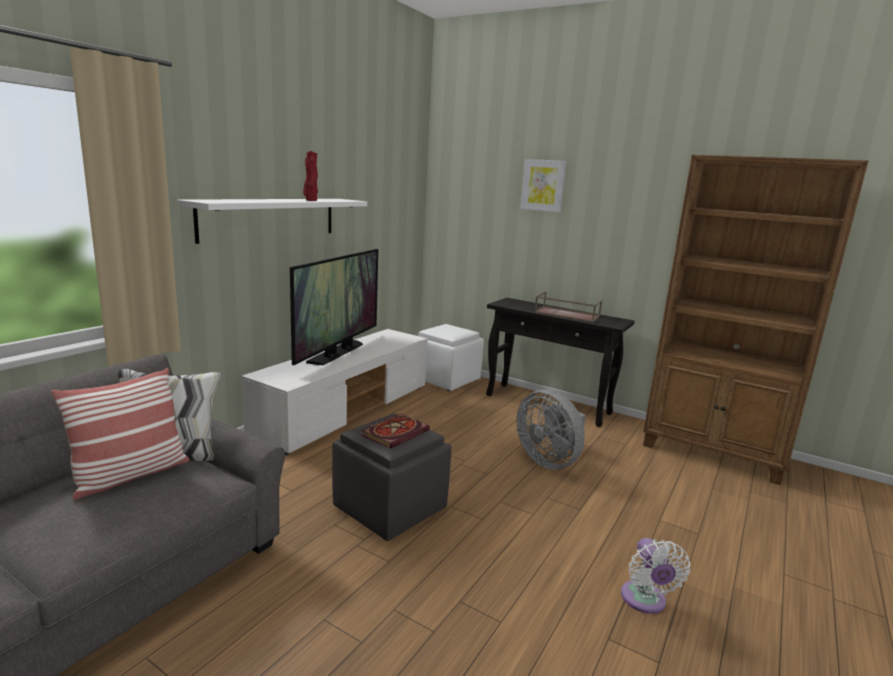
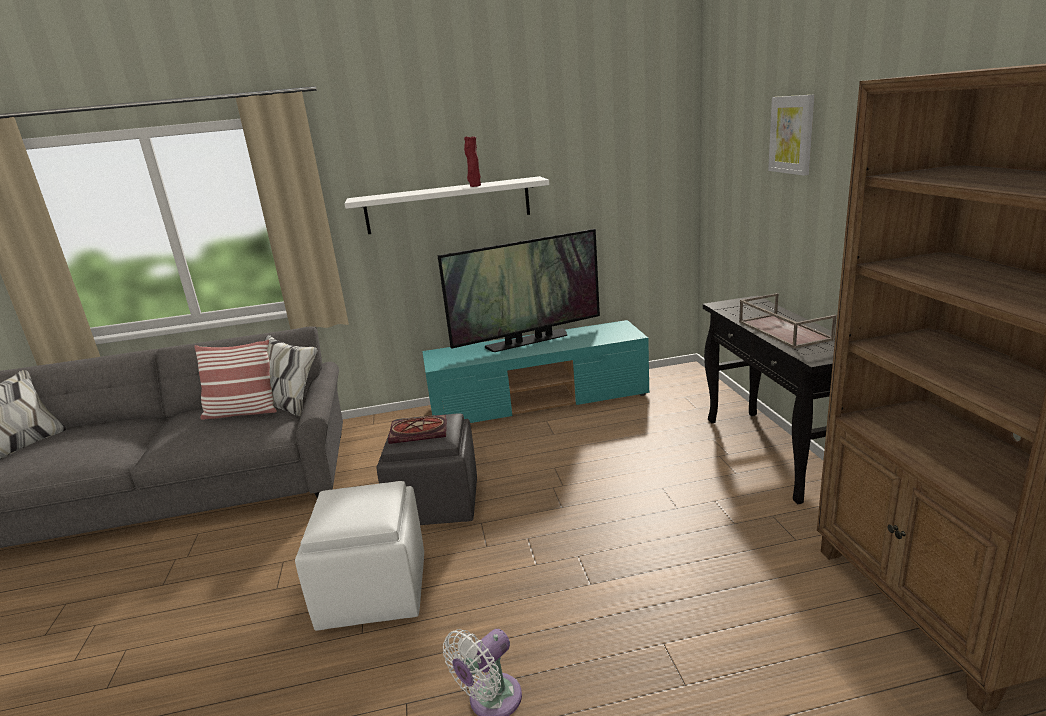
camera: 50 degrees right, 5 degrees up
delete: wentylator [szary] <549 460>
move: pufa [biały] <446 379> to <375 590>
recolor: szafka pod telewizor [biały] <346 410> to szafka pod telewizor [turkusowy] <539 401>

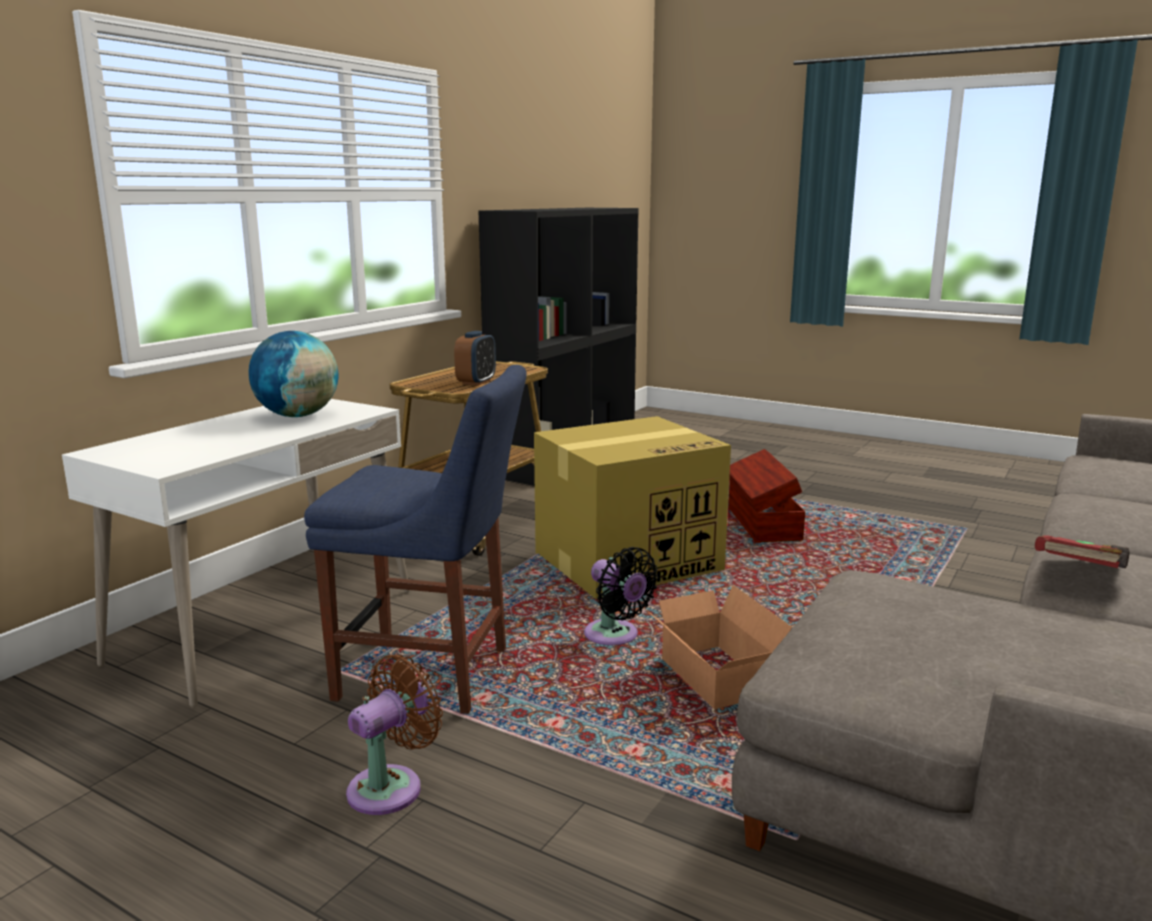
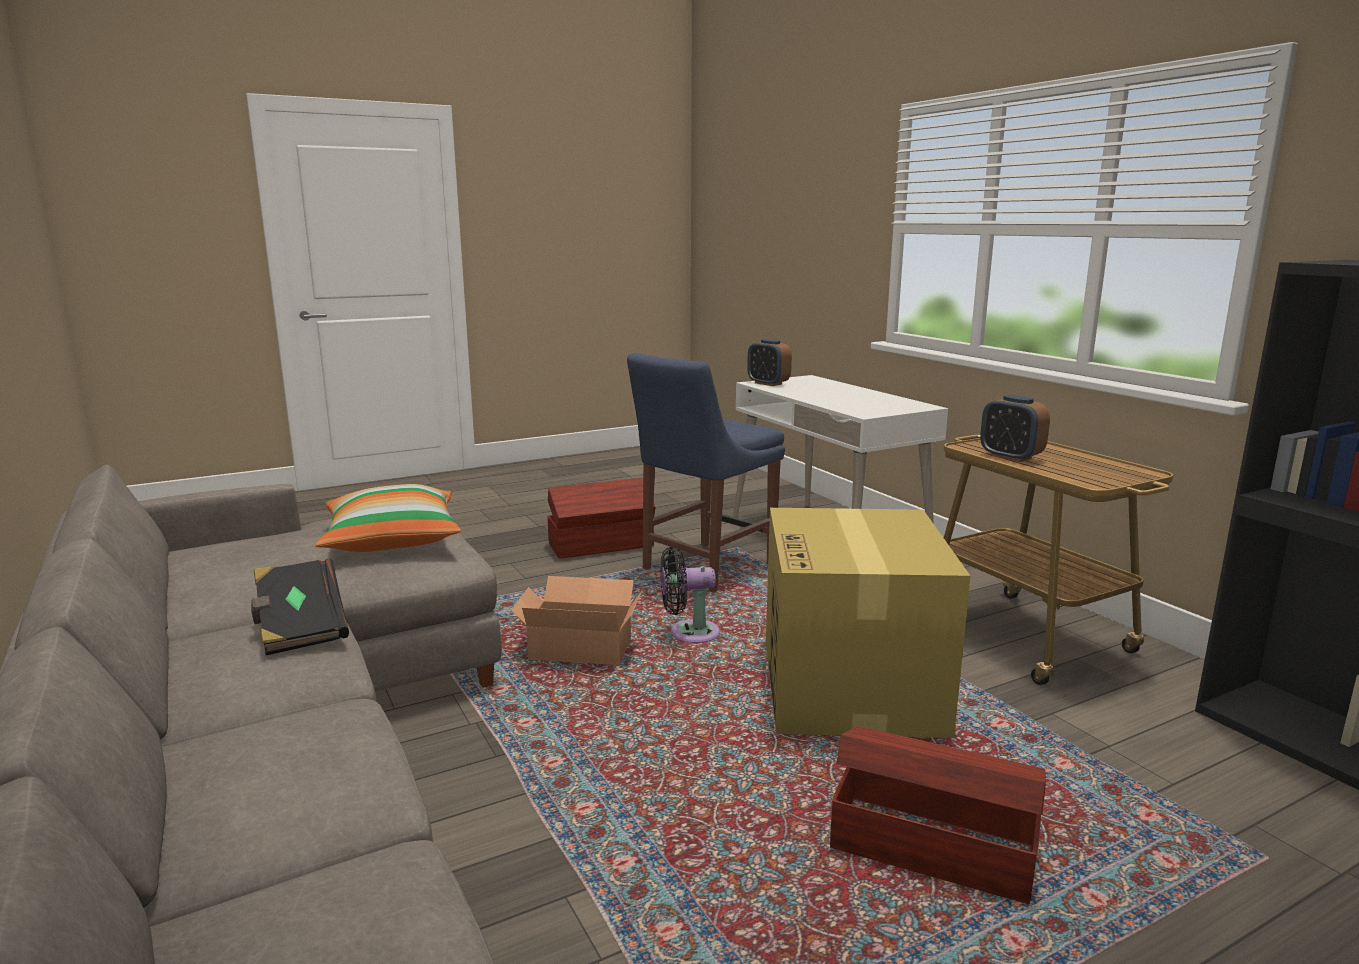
camera: 120 degrees right, 0 degrees up
delete: globus <297 416>
insert: poduszka <391 539>; budzik <768 383>
replace: wentylator [brązowy] <391 786> to pojemnik do przechowywania [brązowy] <602 545>
recolor: książka [czerwony] <1079 573> to książka [czarny] <300 627>

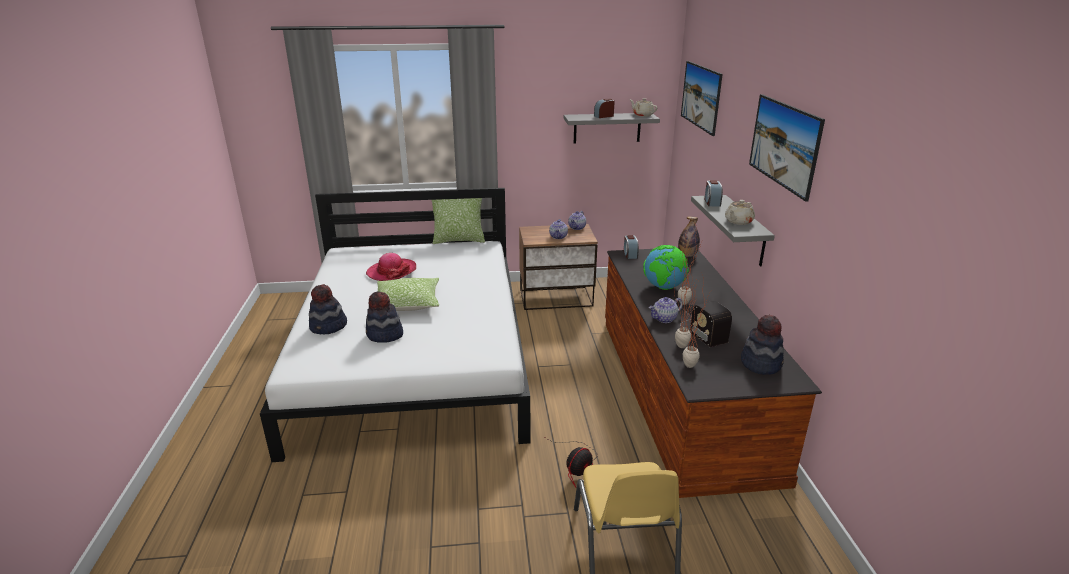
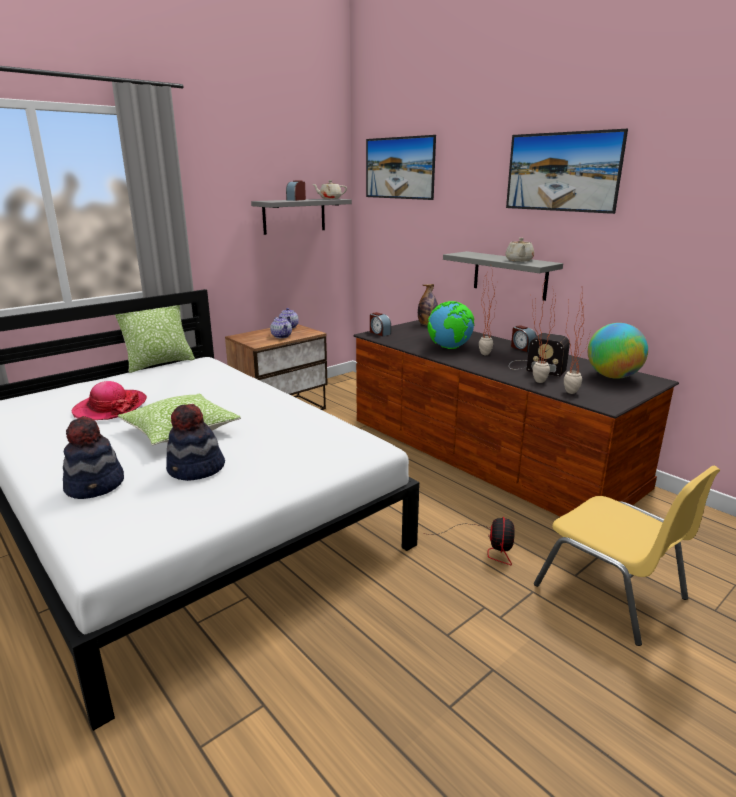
camera: 35 degrees left, 5 degrees down
delete: imbryk <664 319>
move: budzik <712 202> to <522 348>
replace: kapelusz <761 364> to globus <612 376>

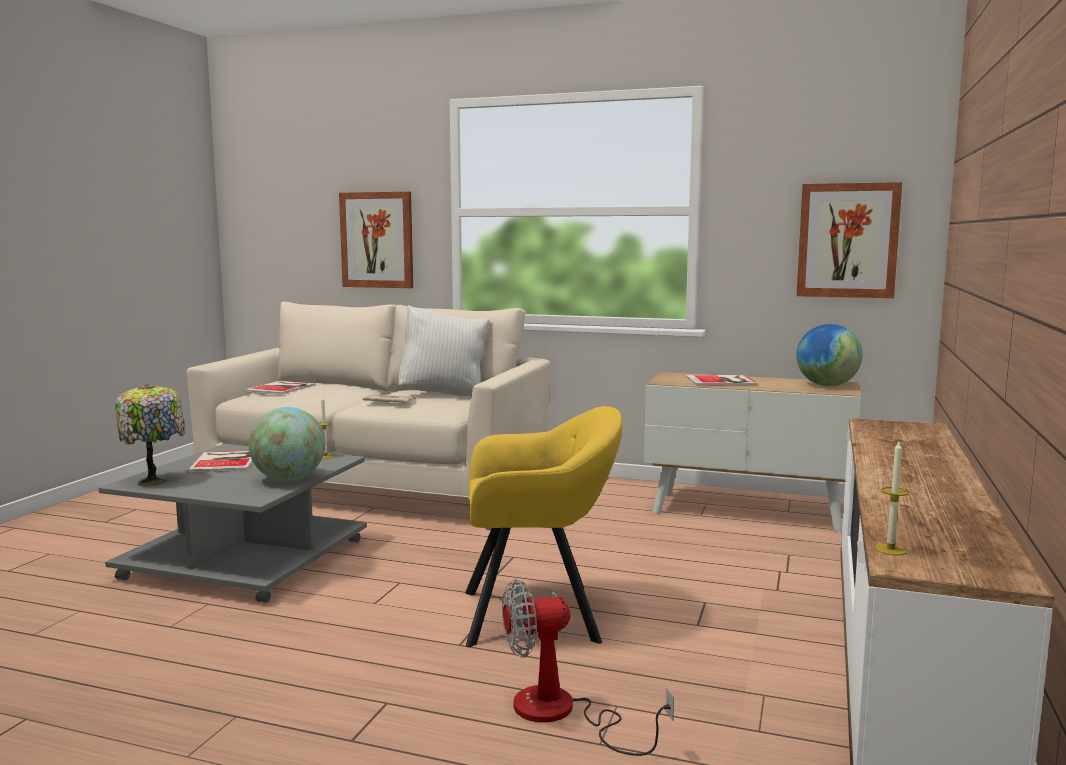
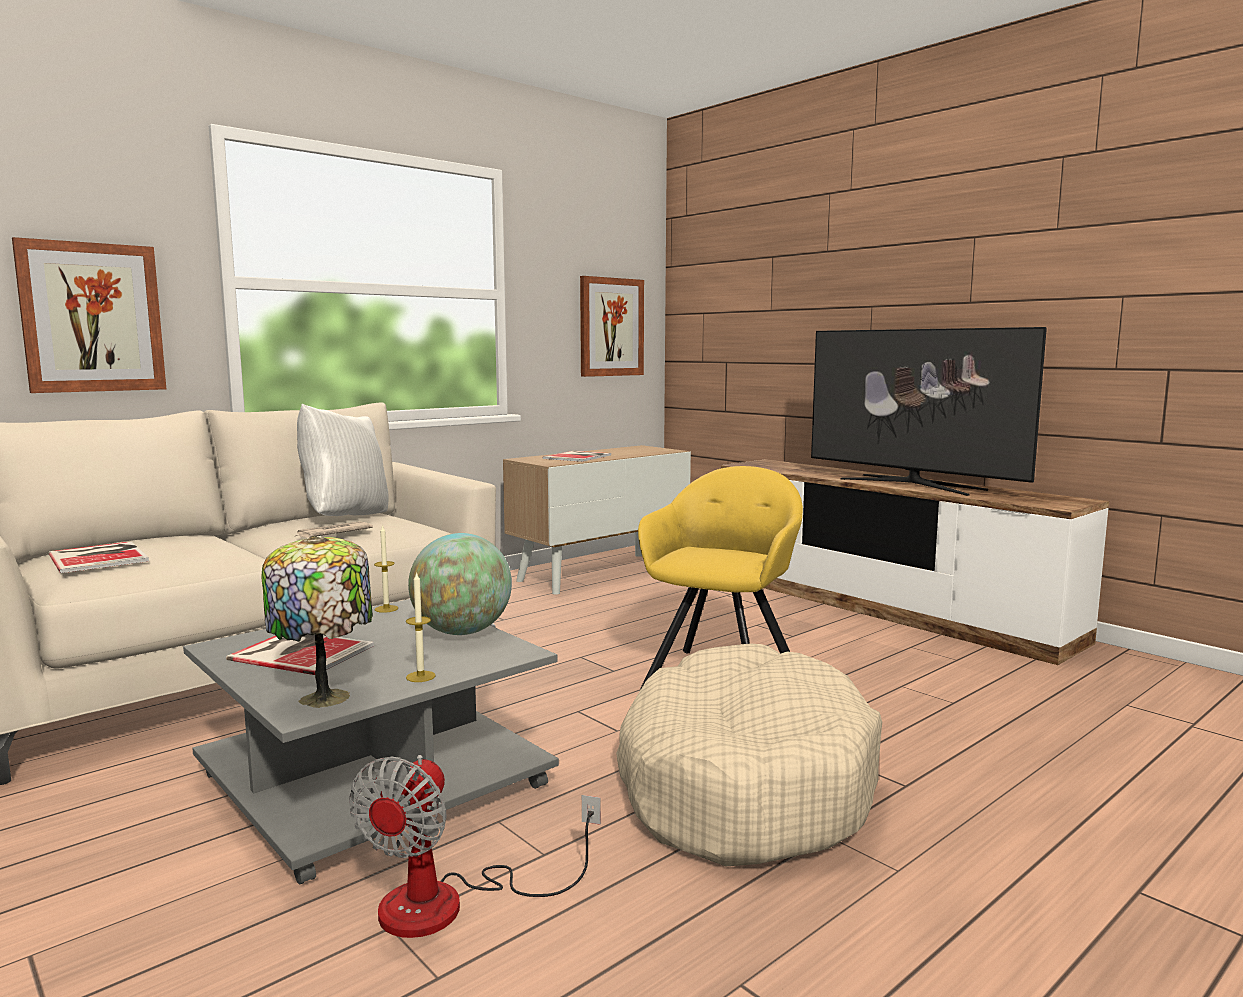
camera: 60 degrees left, 0 degrees up
delete: globus <827 385>
insert: legowisko [beżowy] <743 783>; telewizor <911 484>
move: wentylator <562 714> to <451 903>; świeca <890 549> to <420 676>

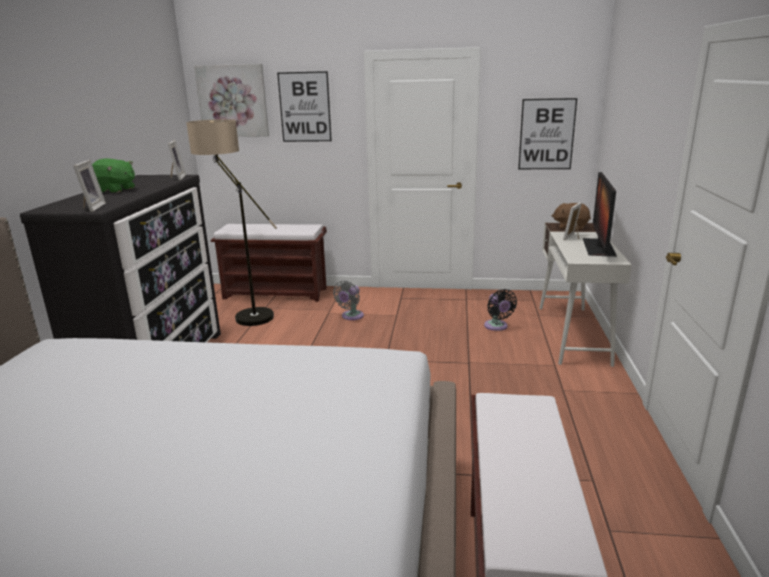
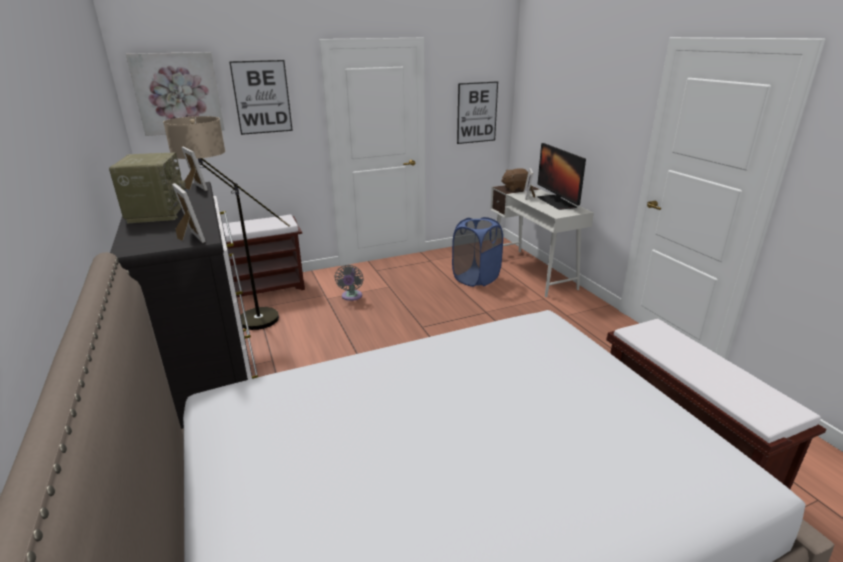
camera: 30 degrees left, 5 degrees up
replace: pluszak [zielony] <115 190> to radio <157 212>; wentylator [czarny] <497 327> to kosz na pranie [niebieski] <476 278>

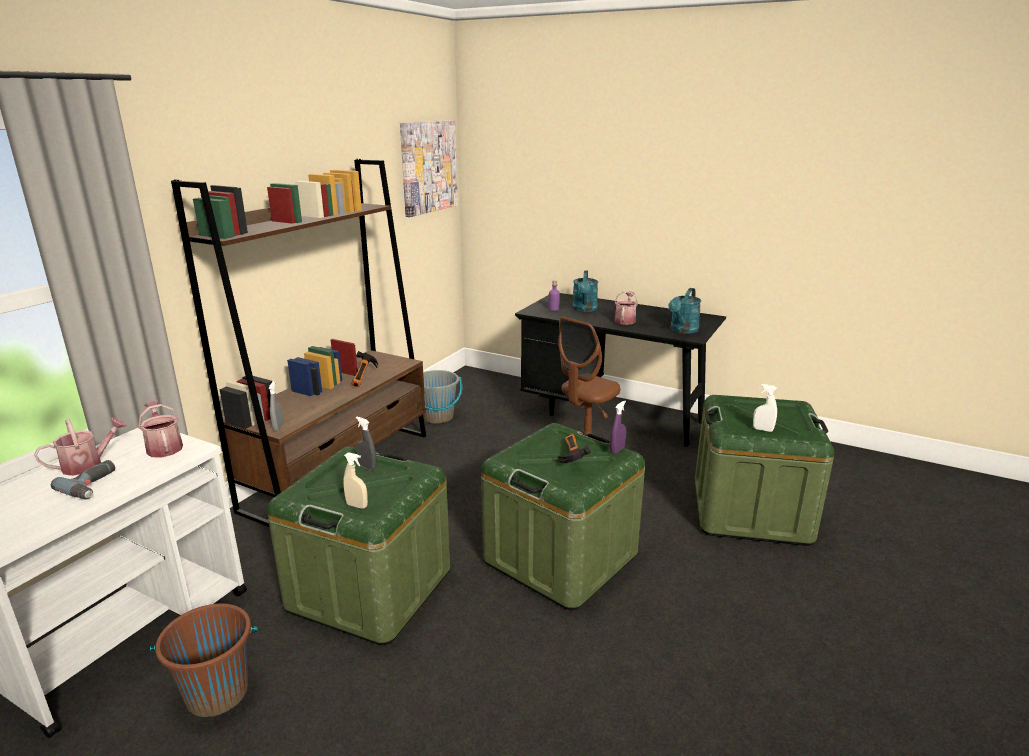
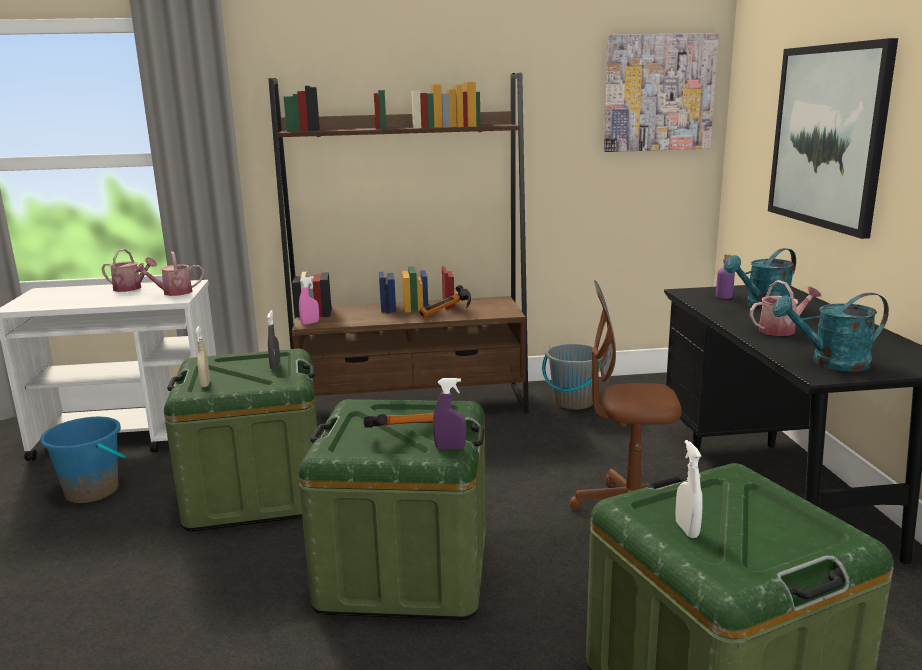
camera: 55 degrees right, 5 degrees down
delete: wiertarka <94 485>
insert: obraz <827 136>
recolor: wiadro [brązowy] <217 693> to wiadro [niebieski] <92 491>; spryskiwacz [szary] <278 427> to spryskiwacz [różowy] <310 323>
rotate: konewka <164 447> = <173 292> 135 degrees counterclockwise

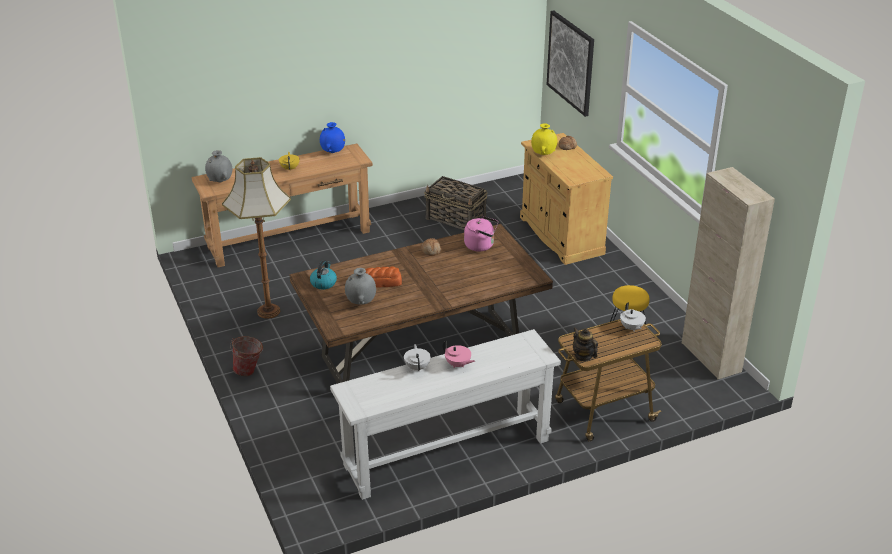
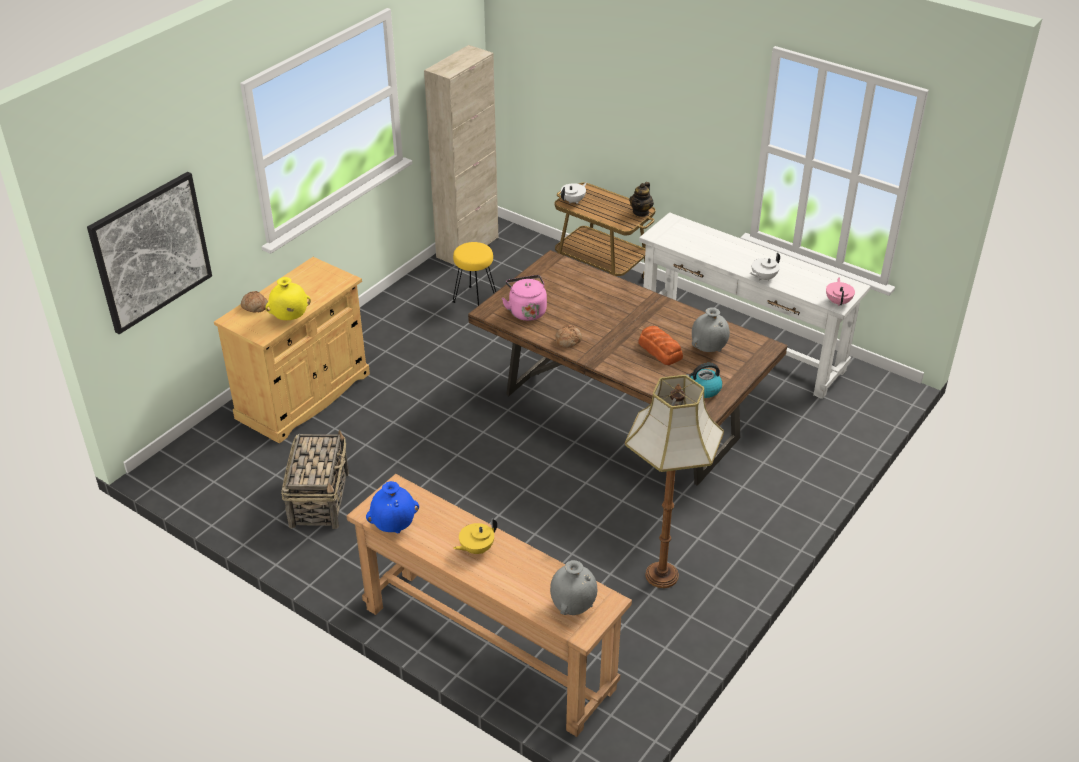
camera: 120 degrees left, 5 degrees up
delete: wiadro <249 371>
move: imbryk [różowy] <458 364> to <838 302>

